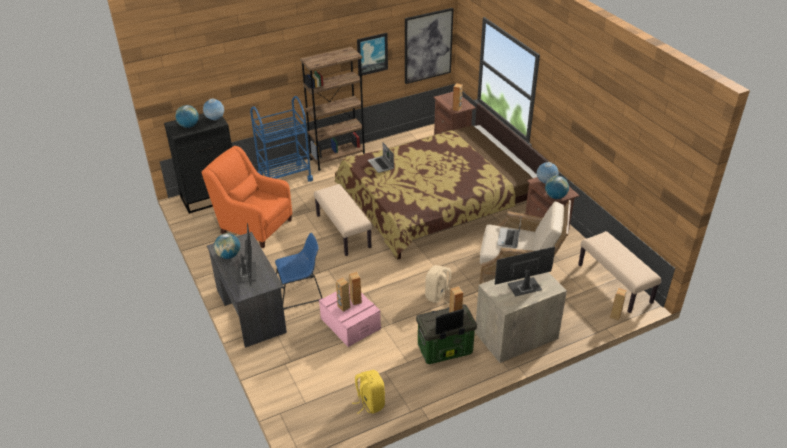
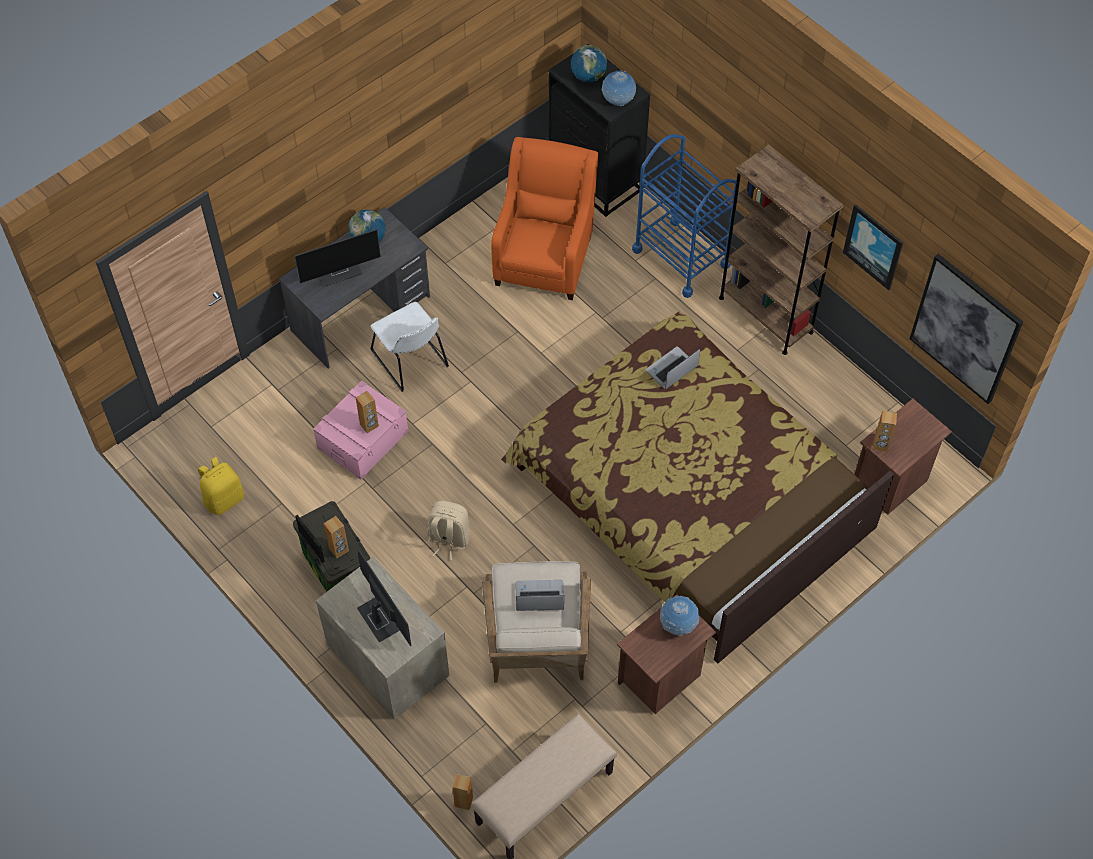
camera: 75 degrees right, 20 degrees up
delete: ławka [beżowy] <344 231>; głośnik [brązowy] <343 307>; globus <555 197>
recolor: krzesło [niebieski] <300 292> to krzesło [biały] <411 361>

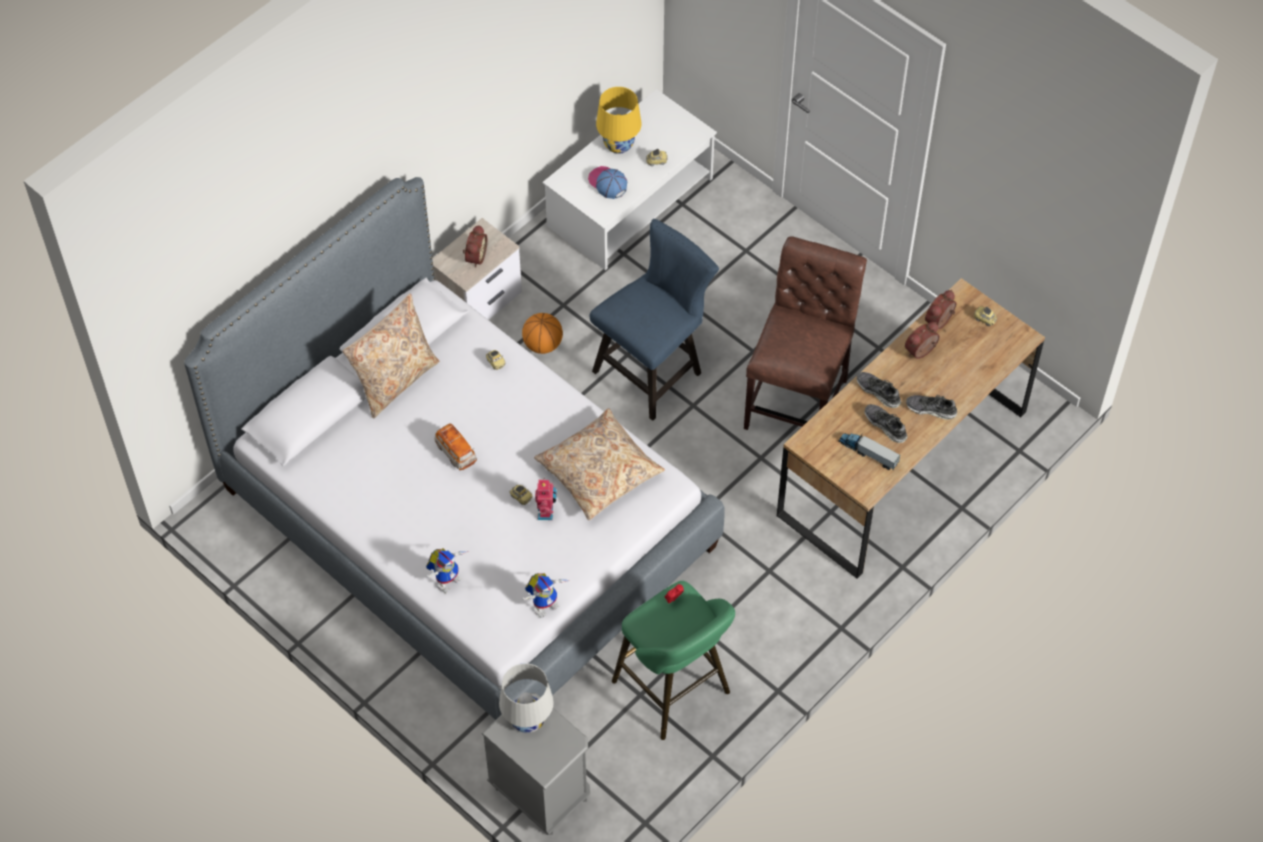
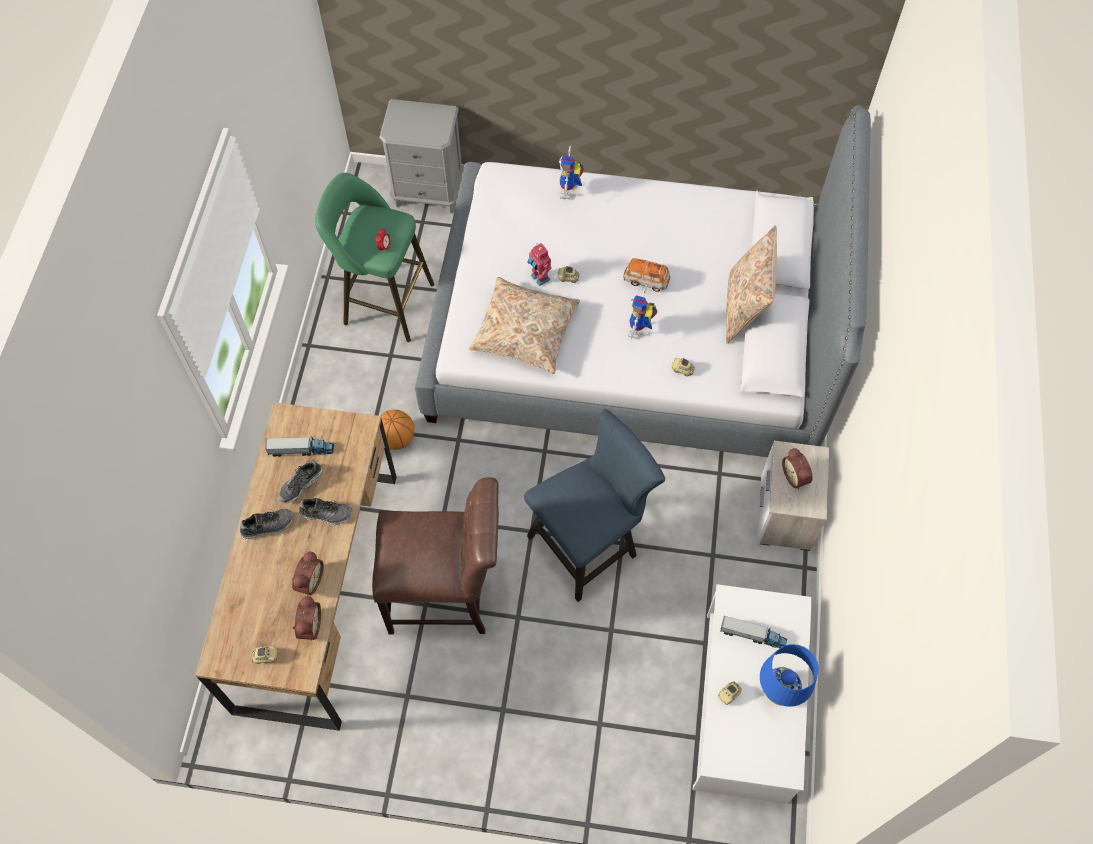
camera: 145 degrees right, 5 degrees up
delete: lampa stołowa [biały] <528 719>
move: piłka do koszykówki <543 344> to <396 438>; robot zabawkowy <546 604> to <639 331>
replace: czapka z daszkiem <607 183> to ciężarówka zabawkowa <752 635>
recolor: lampa stołowa [żółty] <618 144> to lampa stołowa [niebieski] <780 689>
rotate: krzesło [niebieski] <653 369> = <589 543> 135 degrees counterclockwise; krzesło [brązowy] <799 398> = <446 595> 75 degrees counterclockwise; but <885 426> = <301 485> 120 degrees clockwise

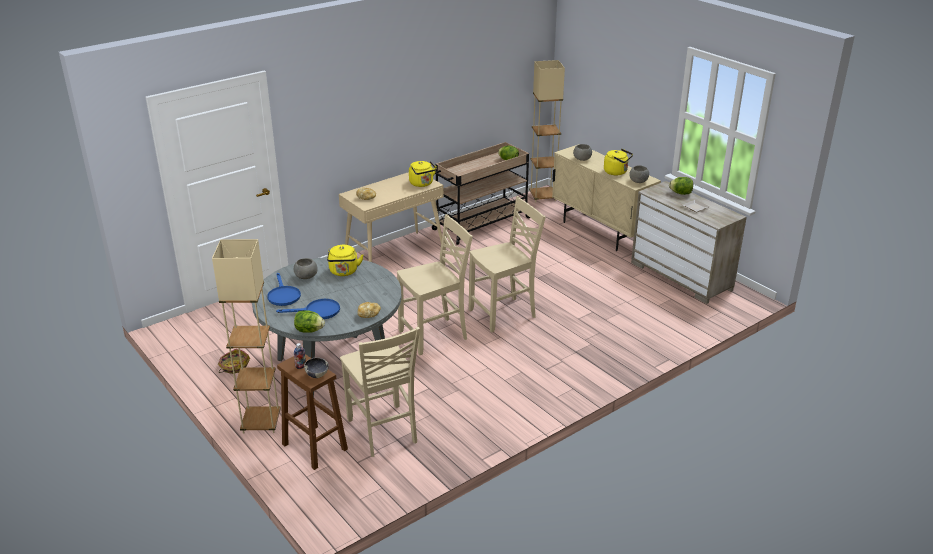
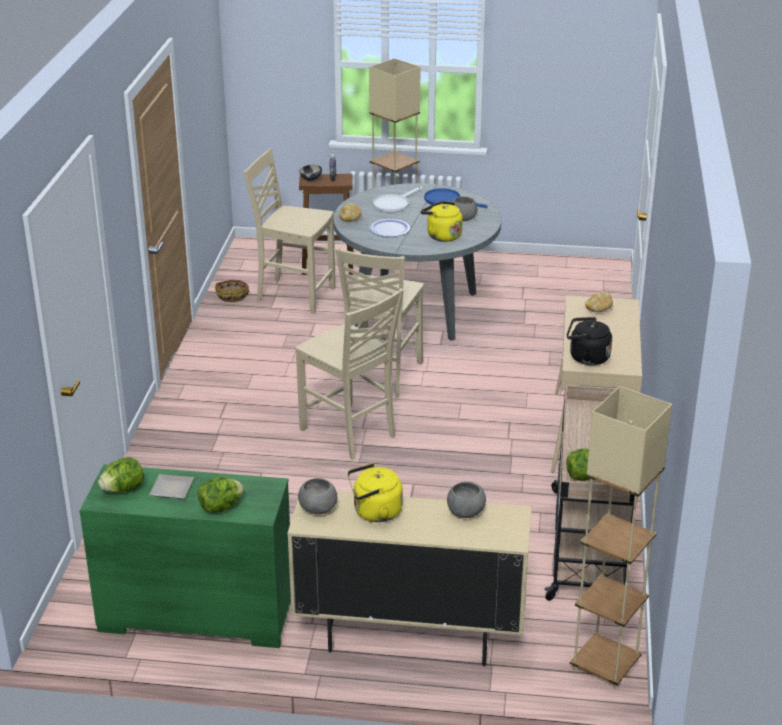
camera: 135 degrees right, 0 degrees up
insert: talerz <389 229>
move: koszyk <234 366> to <232 295>; sałata <309 330> to <123 489>
recolor: patelnia [niebieski] <317 311> to patelnia [biały] <394 204>; czajnik [żółty] <422 184> to czajnik [czarny] <586 358>; komoda [beżowy] <681 276> to komoda [zielony] <196 616>
rotate: krzesło [beżowy] <504 314> = <349 433> 60 degrees counterclockwise

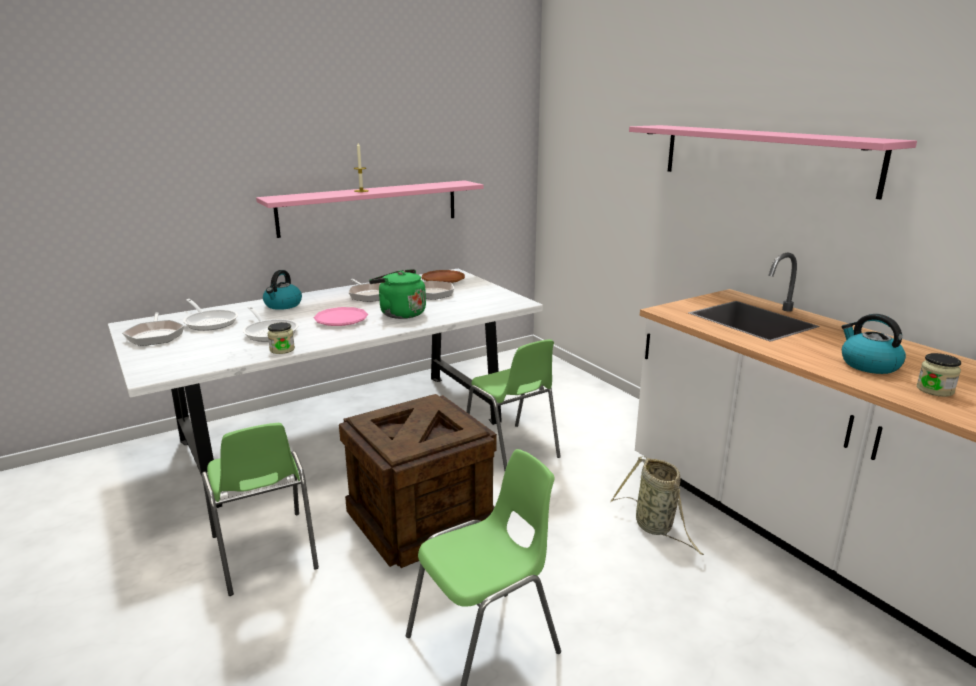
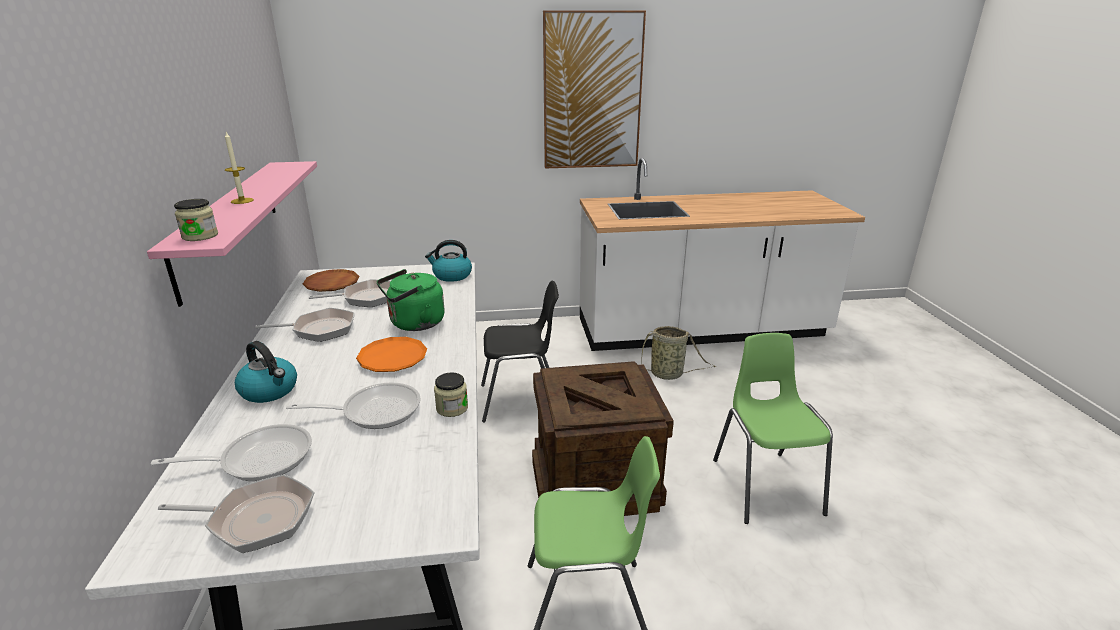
camera: 65 degrees left, 5 degrees up
move: czajnik <868 365> to <451 275>; słoik <934 390> to <200 236>
replace: półka [różowy] <763 157> to obraz <592 92>
recolor: talerz [różowy] <341 320> to talerz [pomarańczowy] <393 359>; krzesło [zielony] <511 450> to krzesło [czarny] <521 400>

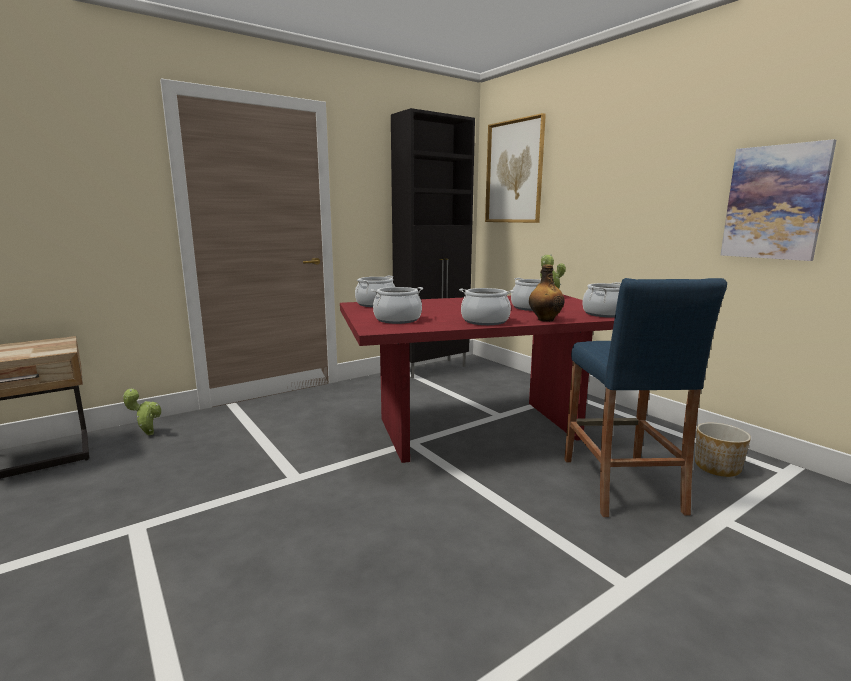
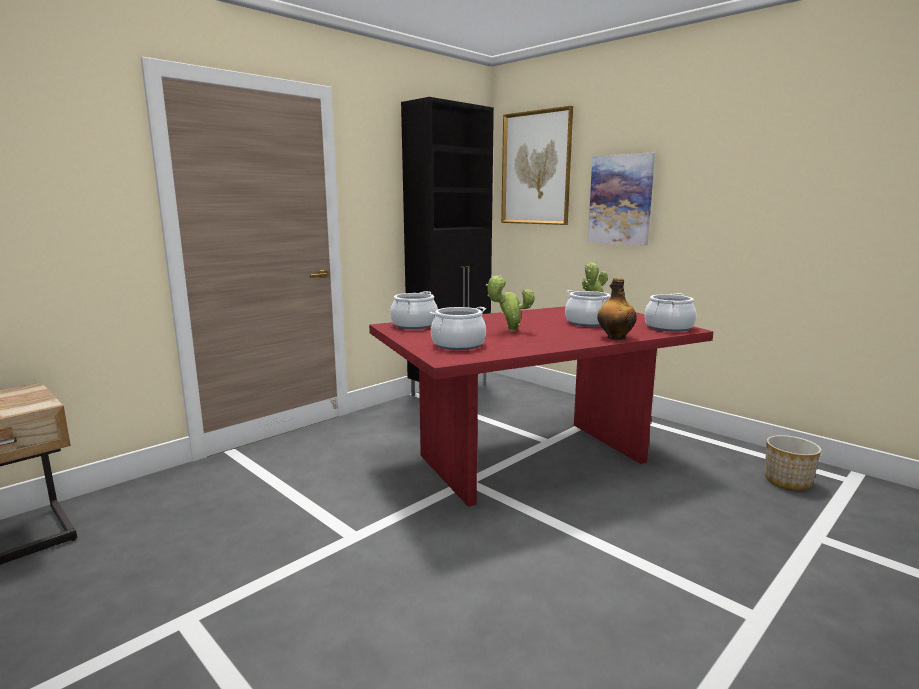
camera: 10 degrees left, 0 degrees up
delete: garnek <485 321>; stołek [niebieski] <620 484>
move: roślina doniczkowa <148 434> to <509 331>; obraz <774 202> to <620 199>

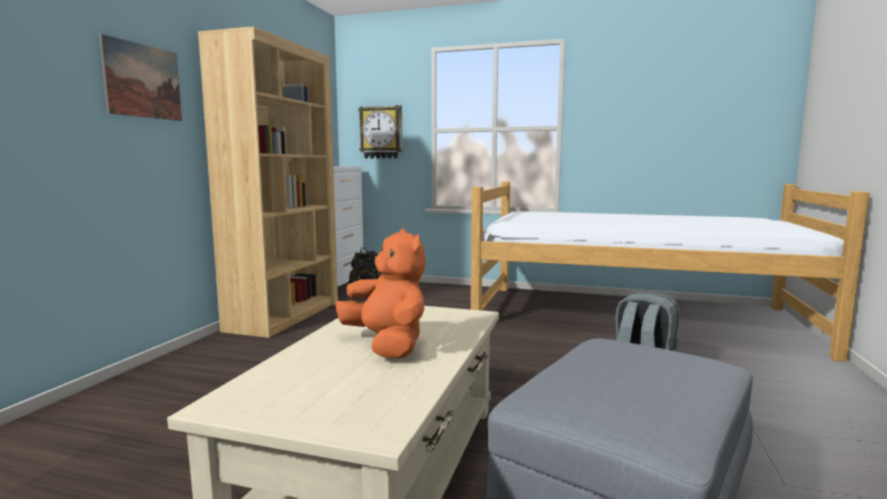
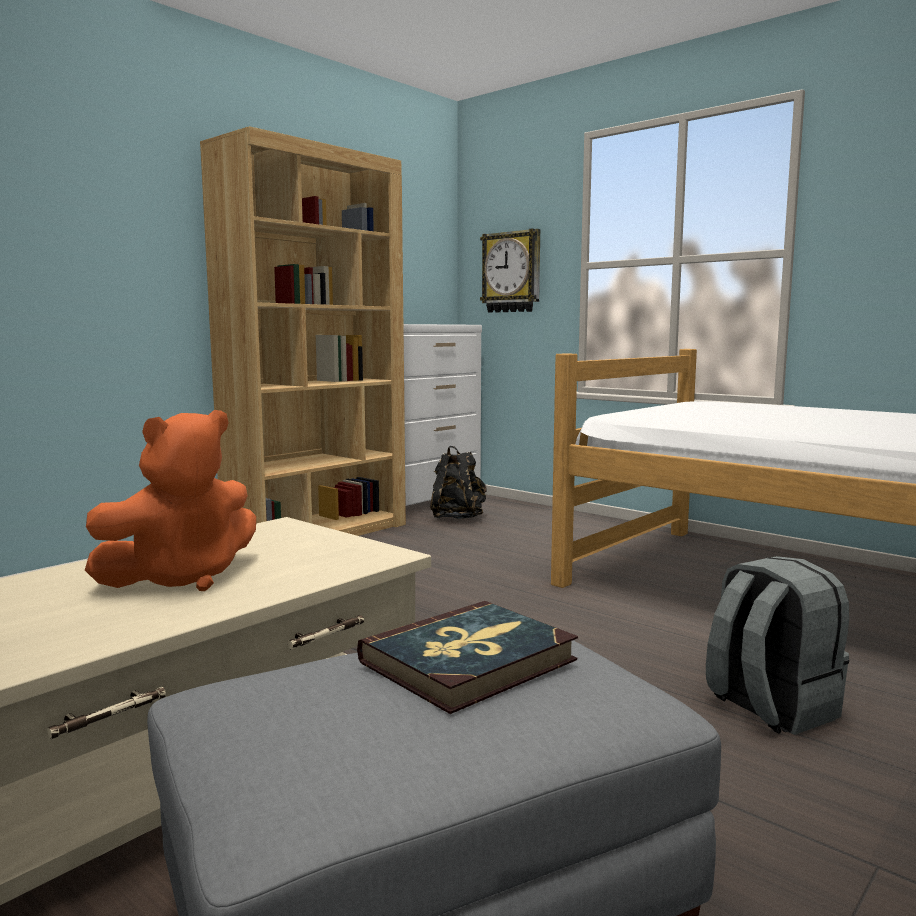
camera: 25 degrees right, 0 degrees up
delete: obraz <143 81>
insert: książka <469 661>
rotate: pluszak [pomarańczowy] <387 345> = <182 578> 60 degrees clockwise

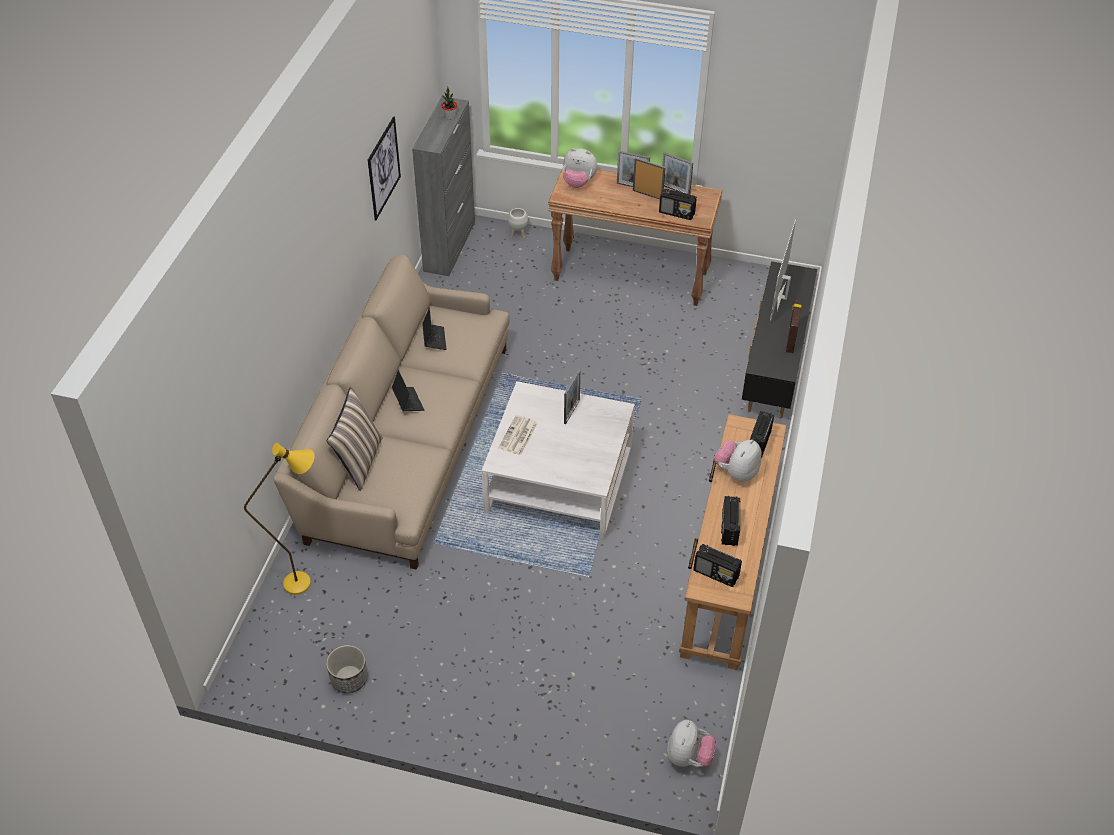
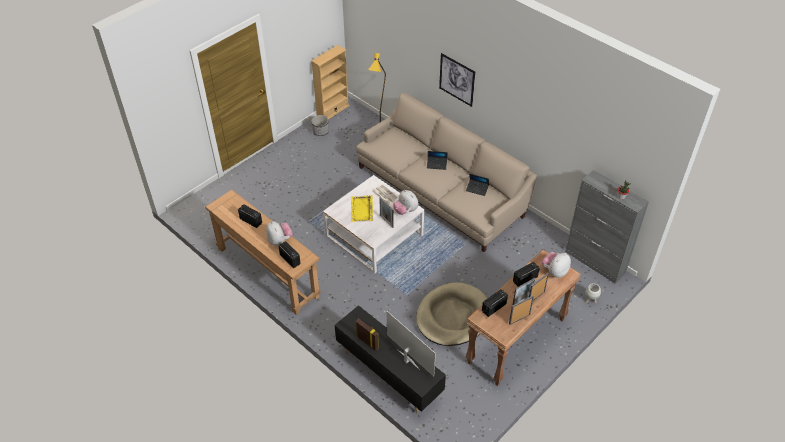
camera: 120 degrees right, 0 degrees up
delete: poduszka <359 461>
insert: regał [beżowy] <332 111>; taca [żółty] <361 210>; legowisko [beżowy] <453 316>
move: obraz <384 168> to <457 79>; pluszak <688 757> to <405 211>; radio <716 574> to <524 279>

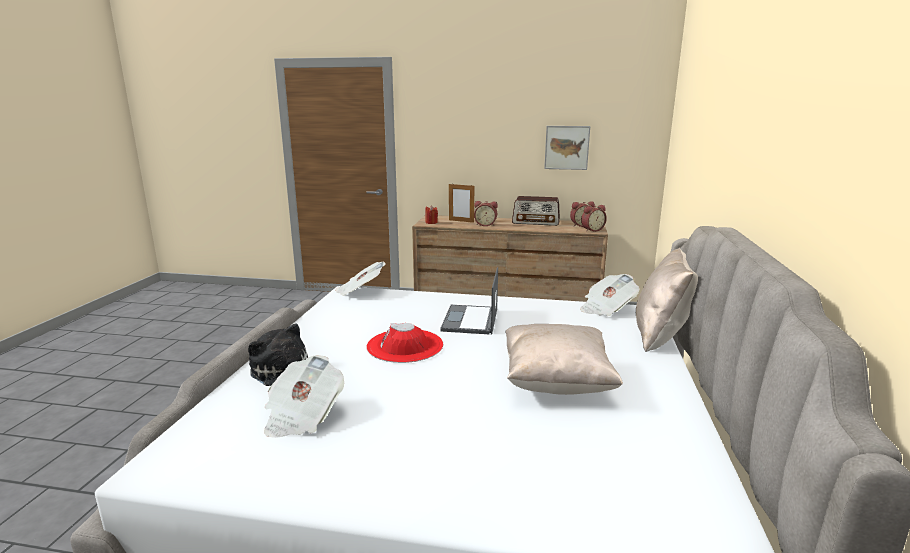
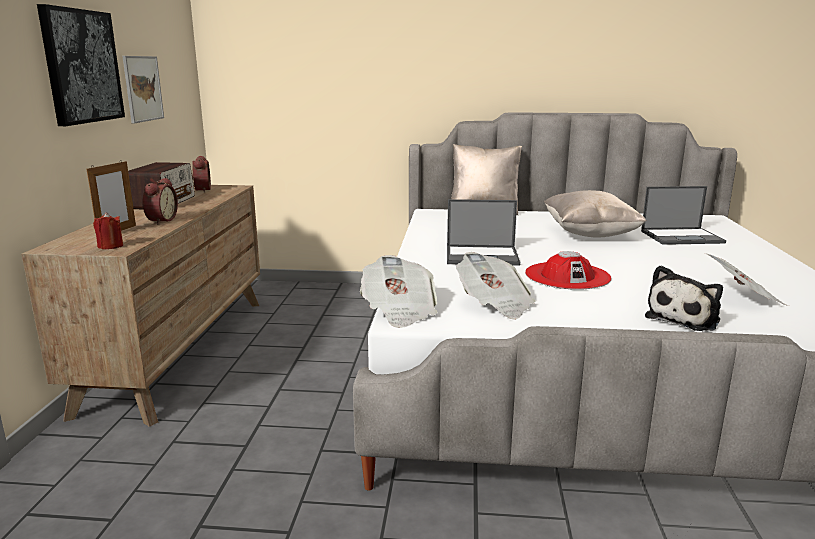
camera: 95 degrees left, 0 degrees up
delete: budzik <591 230>
insert: obraz <81 66>; laptop <682 237>
move: gazeta <606 309> to <495 305>

